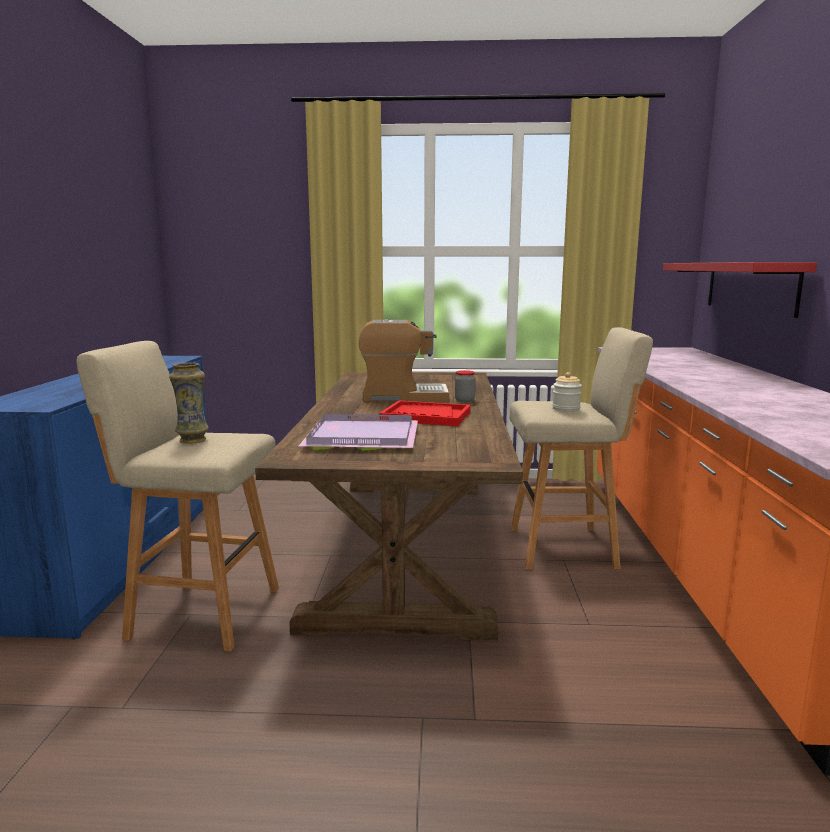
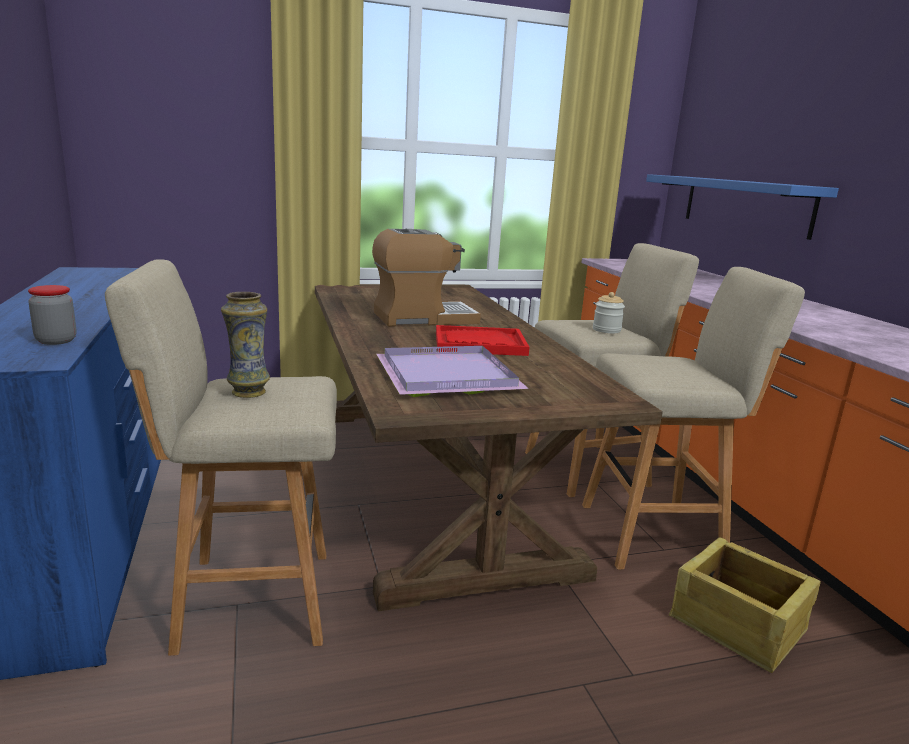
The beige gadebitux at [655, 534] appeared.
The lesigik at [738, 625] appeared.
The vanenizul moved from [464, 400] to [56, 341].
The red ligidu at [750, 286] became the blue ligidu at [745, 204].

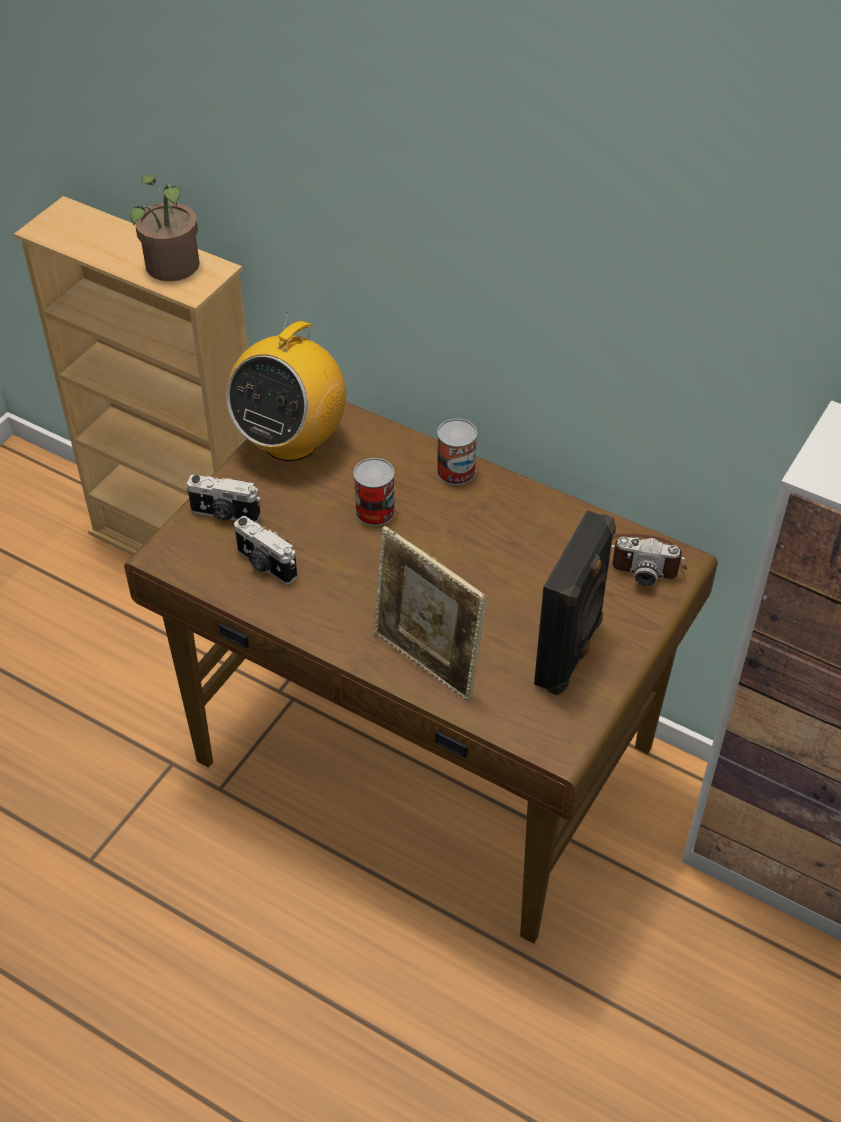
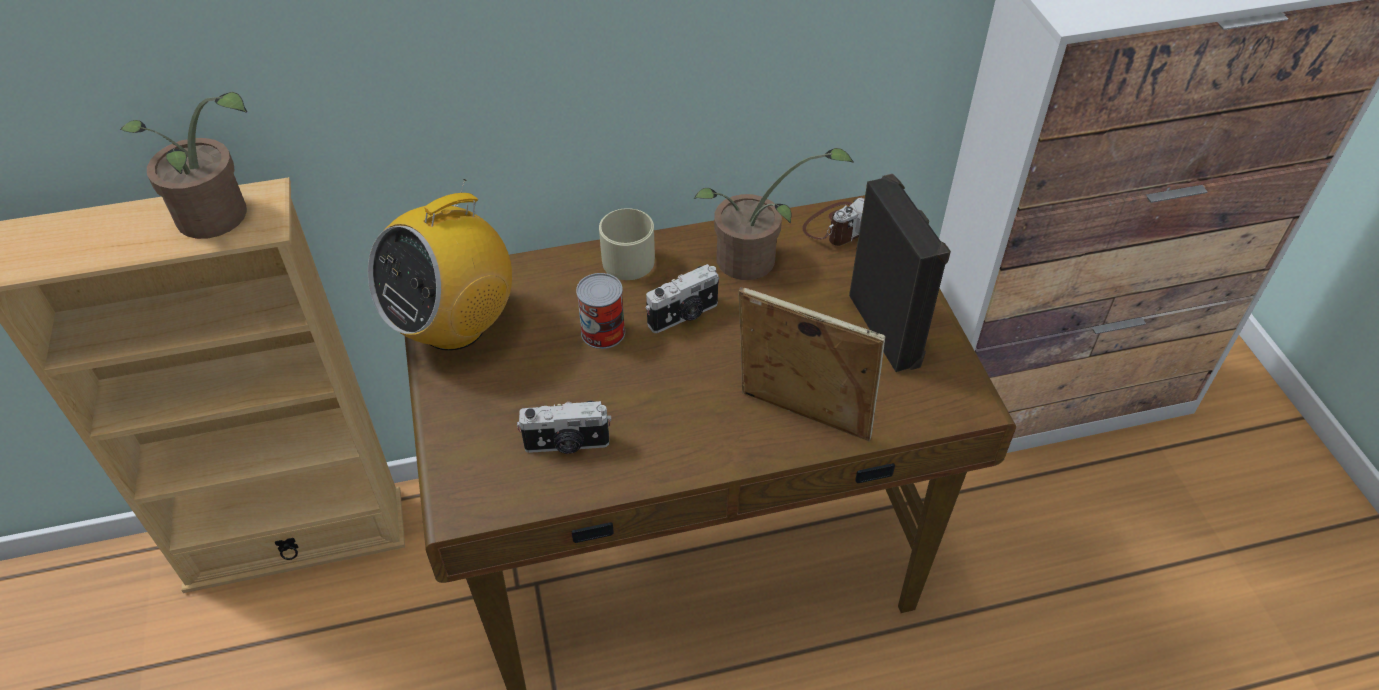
The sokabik at [754, 262] appeared.
The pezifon moved from [225, 514] to [684, 316].
The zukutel at [456, 471] was replaced by the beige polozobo at [627, 256].
The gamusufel at [291, 441] turned 60 degrees clockwise.
The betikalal at [427, 663] turned 150 degrees counterclockwise.

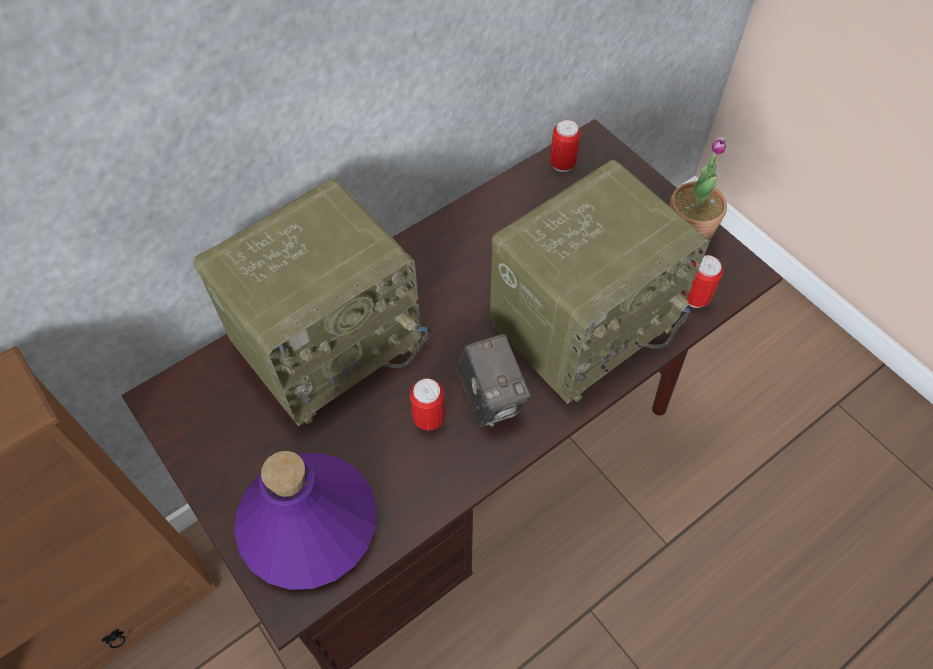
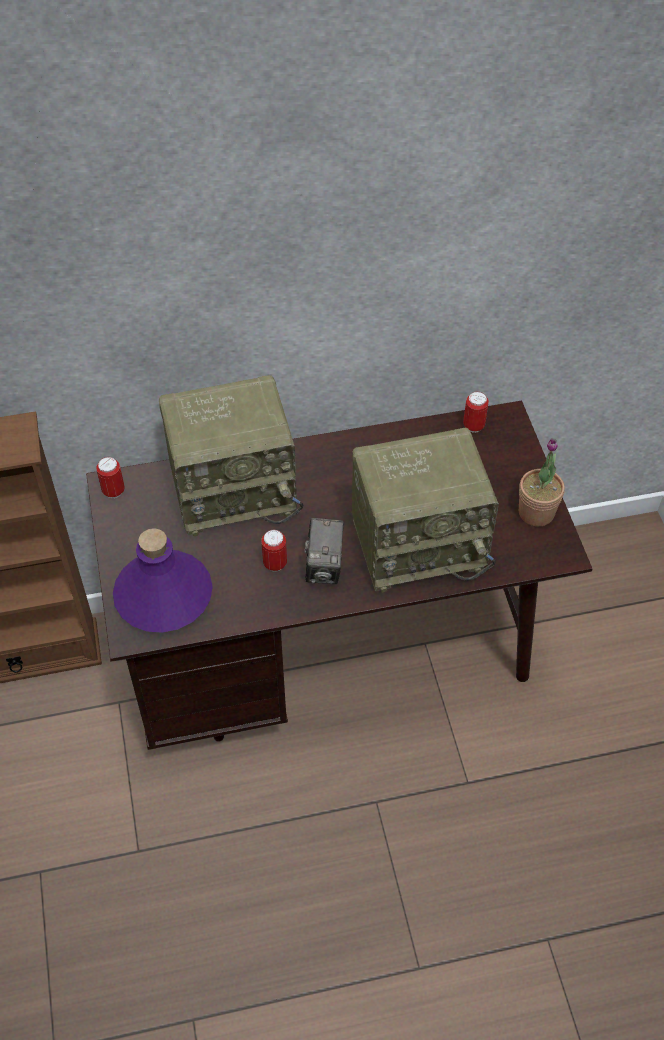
The zukutel moved from [695, 298] to [113, 491].

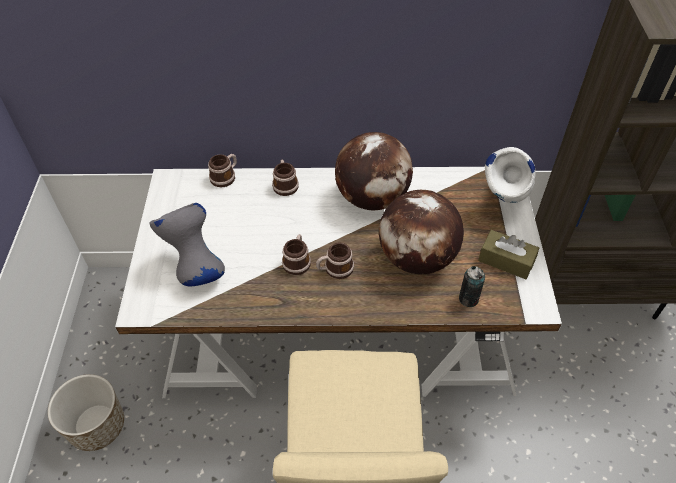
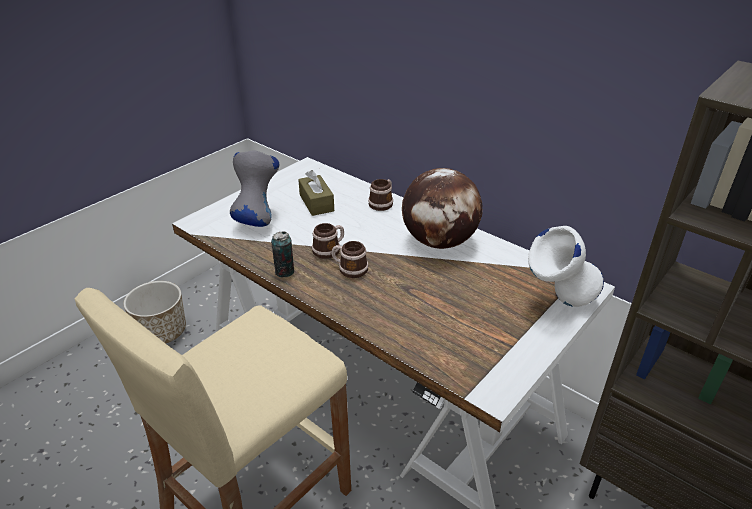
The polozobo at [225, 176] disappeared.
The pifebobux at [417, 258] disappeared.
The zukutel moved from [468, 299] to [284, 272].
The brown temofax moved from [506, 261] to [316, 203].

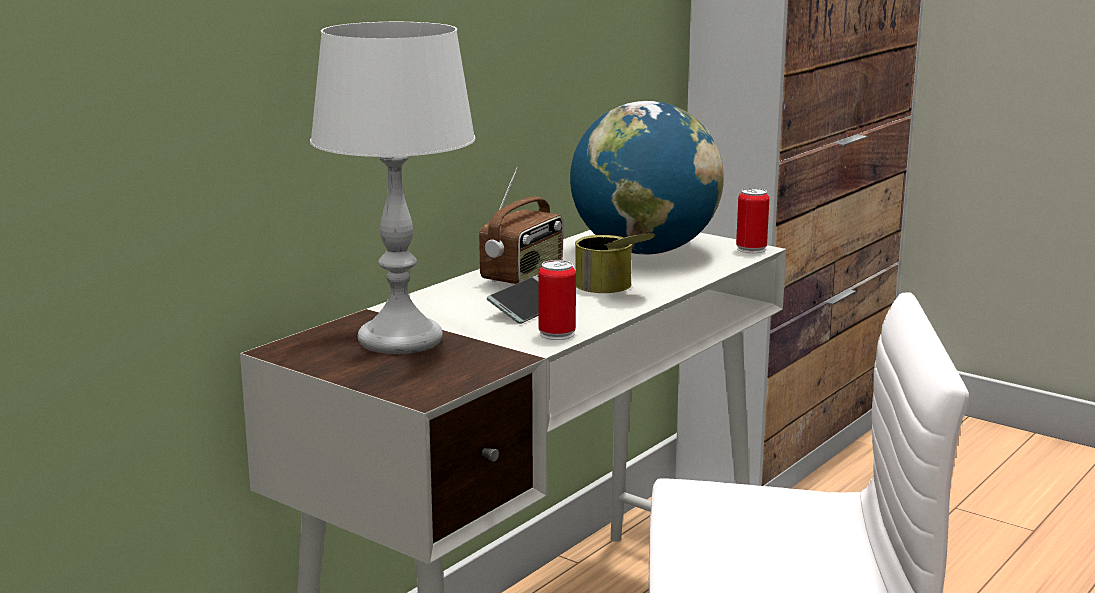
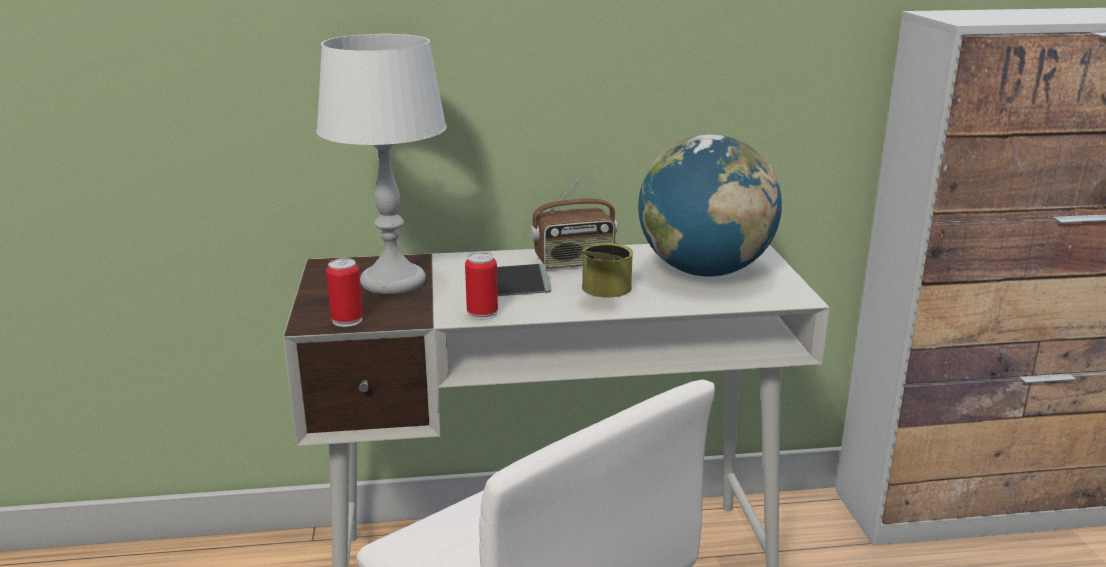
The zukutel moved from [751, 249] to [347, 320].

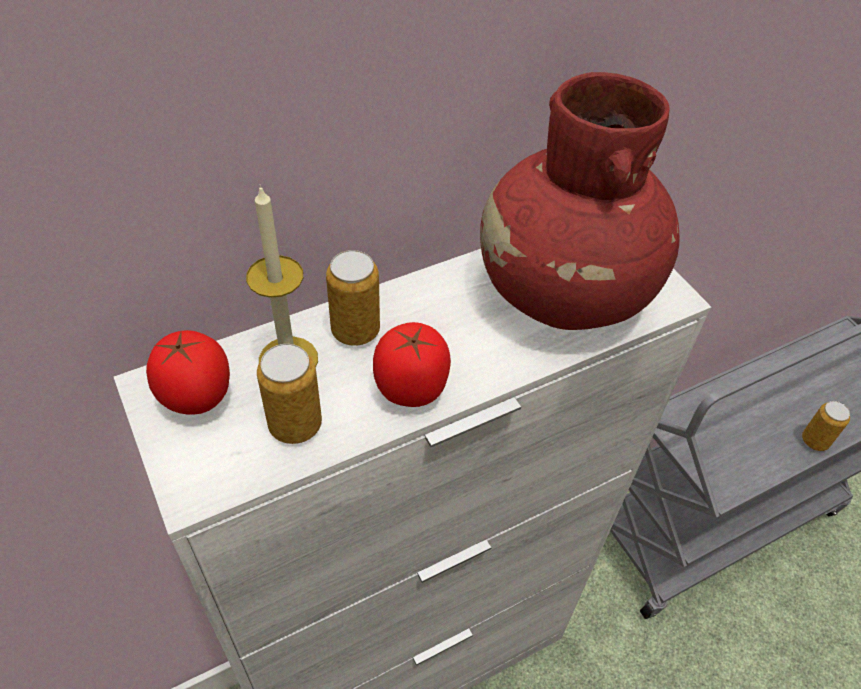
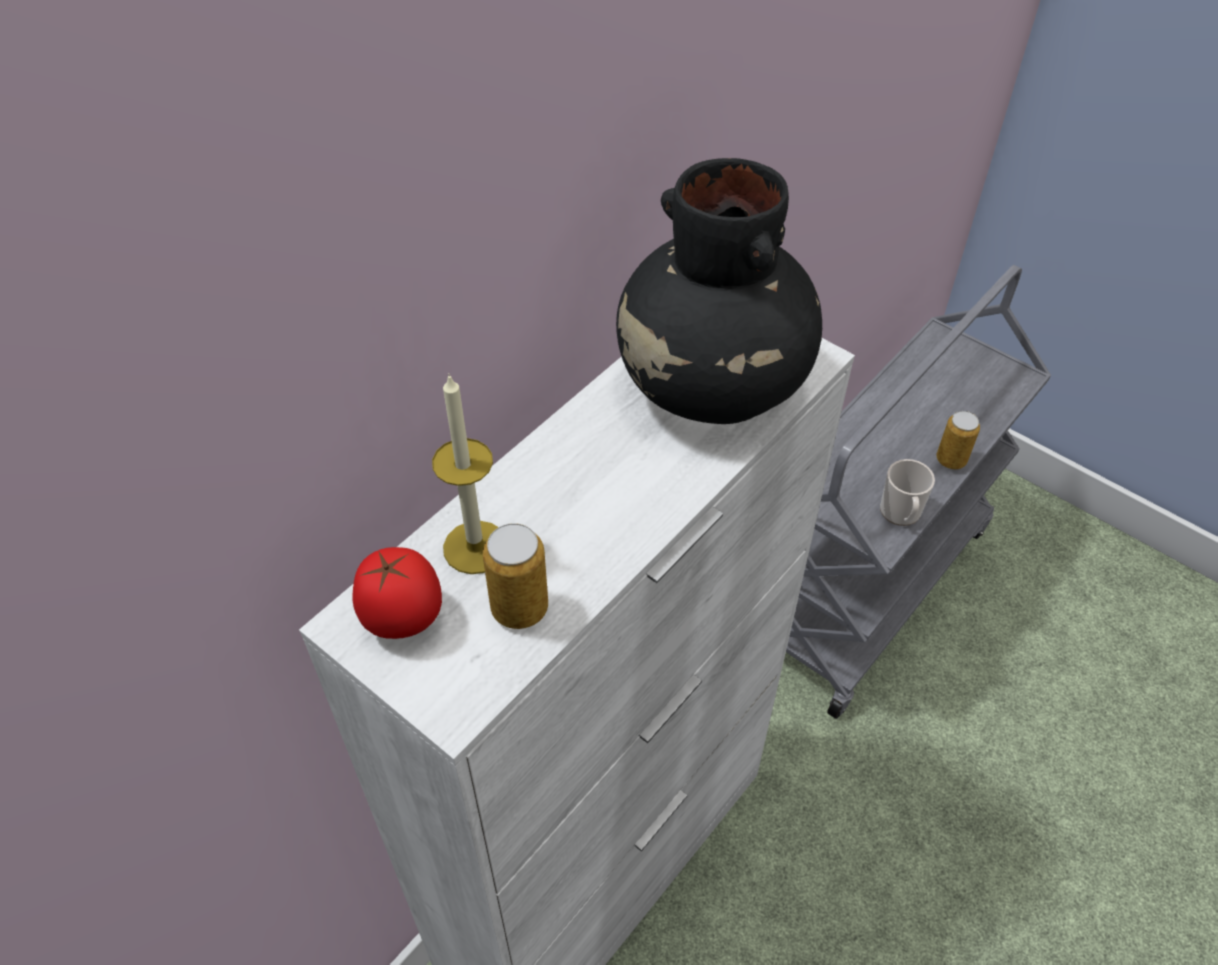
The zukutel at [355, 330] disappeared.
The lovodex at [412, 388] disappeared.
The polozobo at [901, 514] appeared.
The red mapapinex at [563, 293] became the black mapapinex at [712, 387].

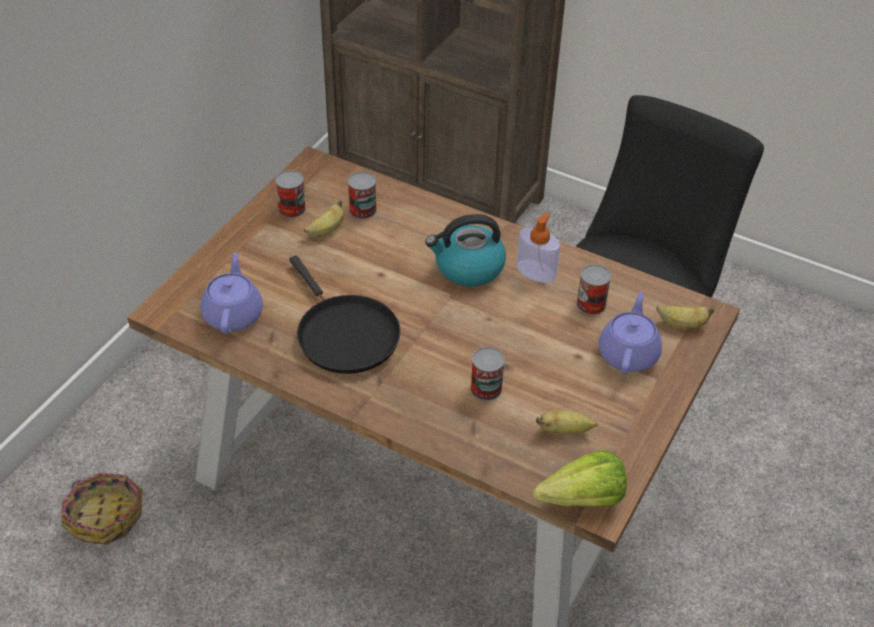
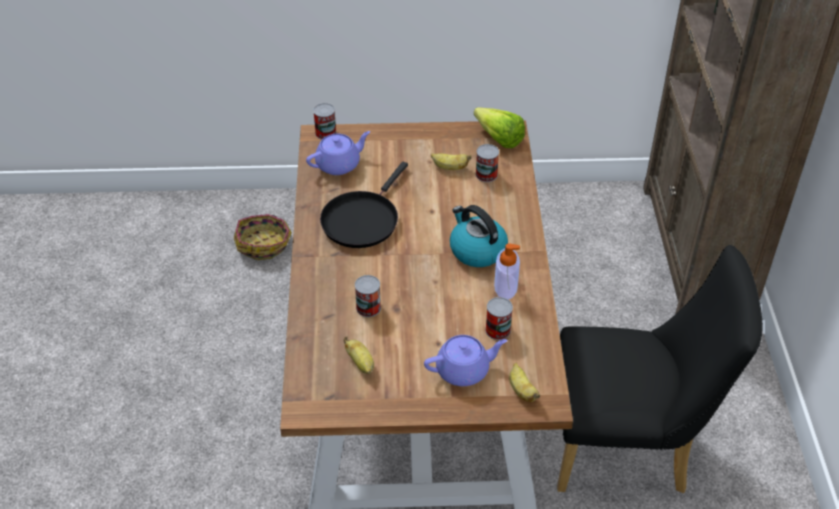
The zukutel moved from [292, 208] to [325, 133].
The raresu moved from [574, 500] to [496, 136].

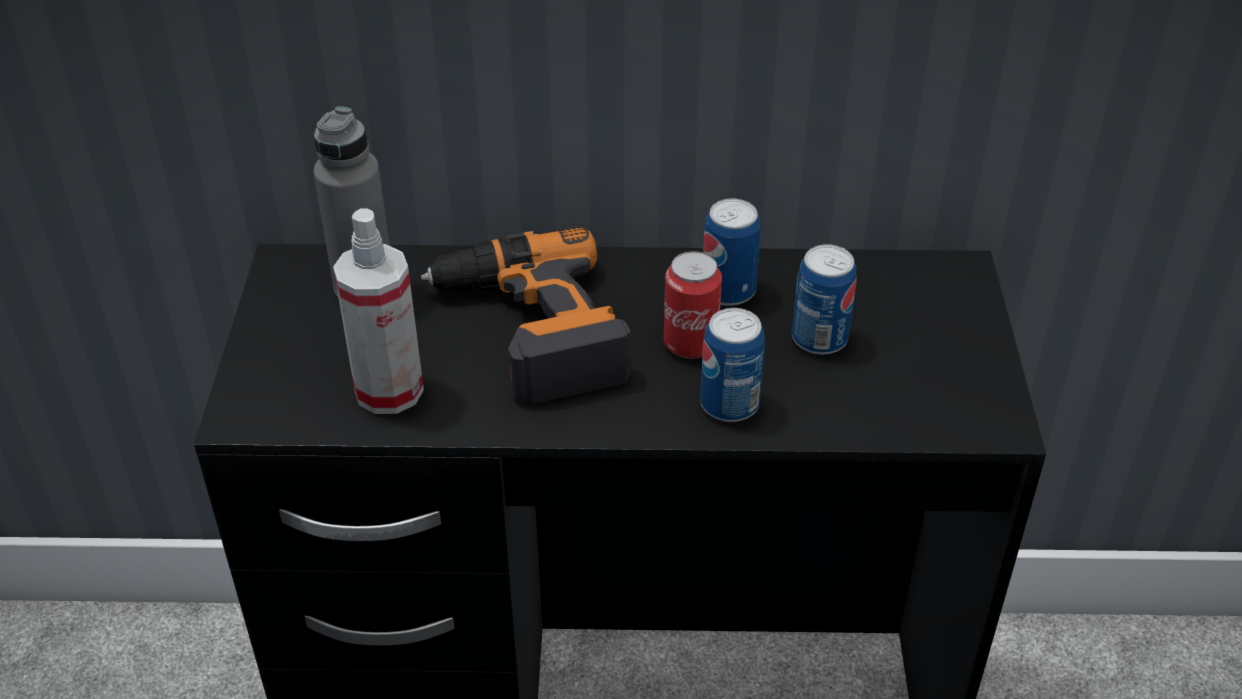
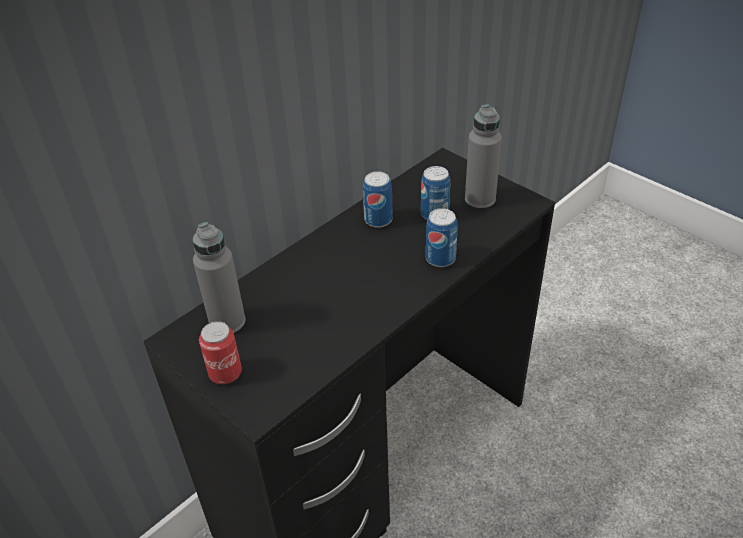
The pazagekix at [389, 390] disappeared.
The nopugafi at [529, 330] disappeared.
The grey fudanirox at [480, 199] appeared.
The zukutel moved from [690, 343] to [225, 373].

